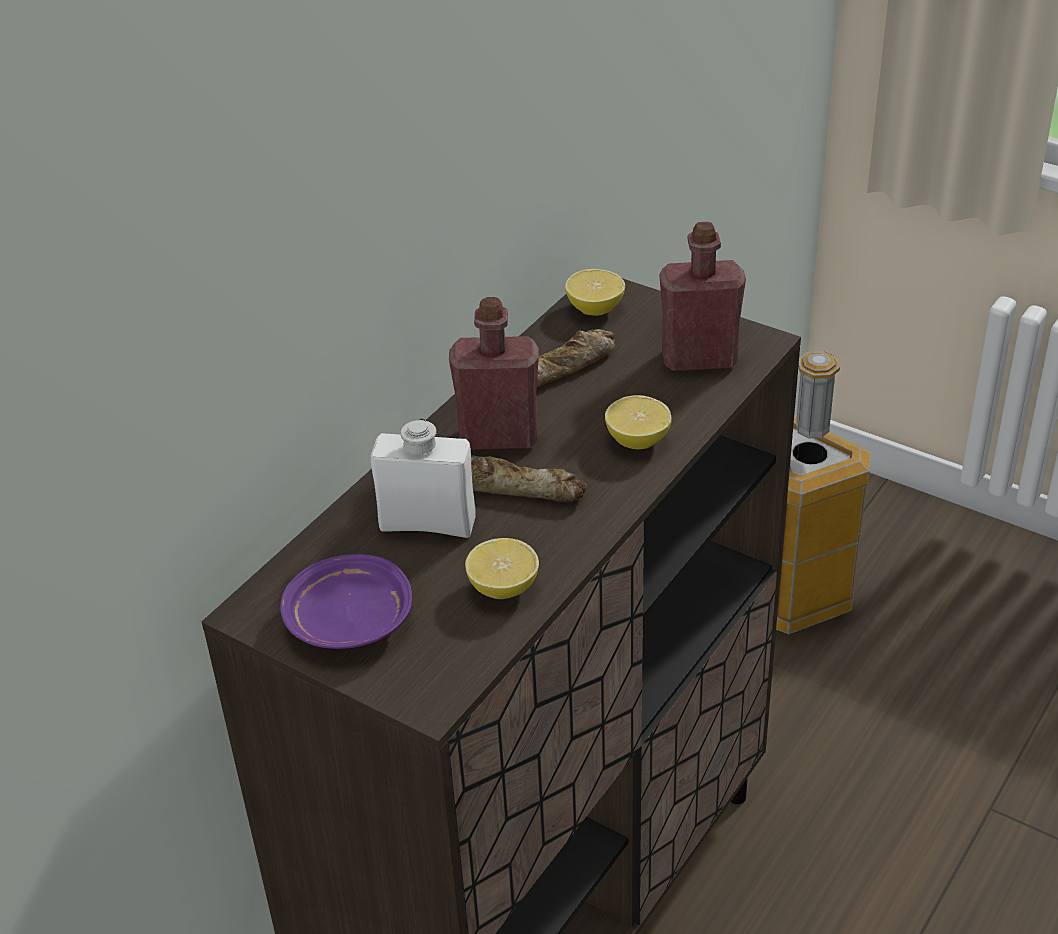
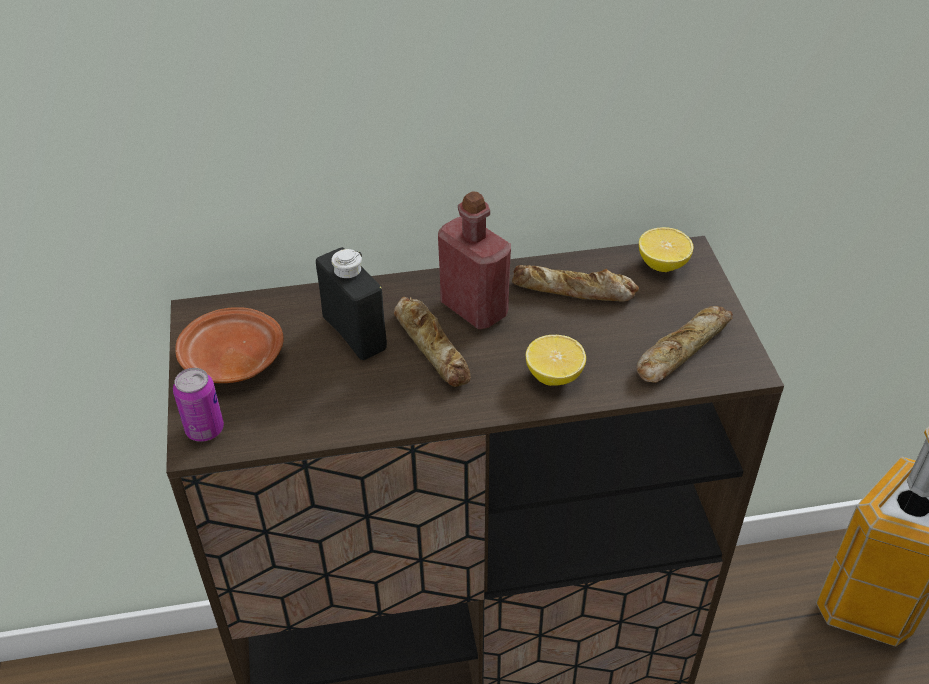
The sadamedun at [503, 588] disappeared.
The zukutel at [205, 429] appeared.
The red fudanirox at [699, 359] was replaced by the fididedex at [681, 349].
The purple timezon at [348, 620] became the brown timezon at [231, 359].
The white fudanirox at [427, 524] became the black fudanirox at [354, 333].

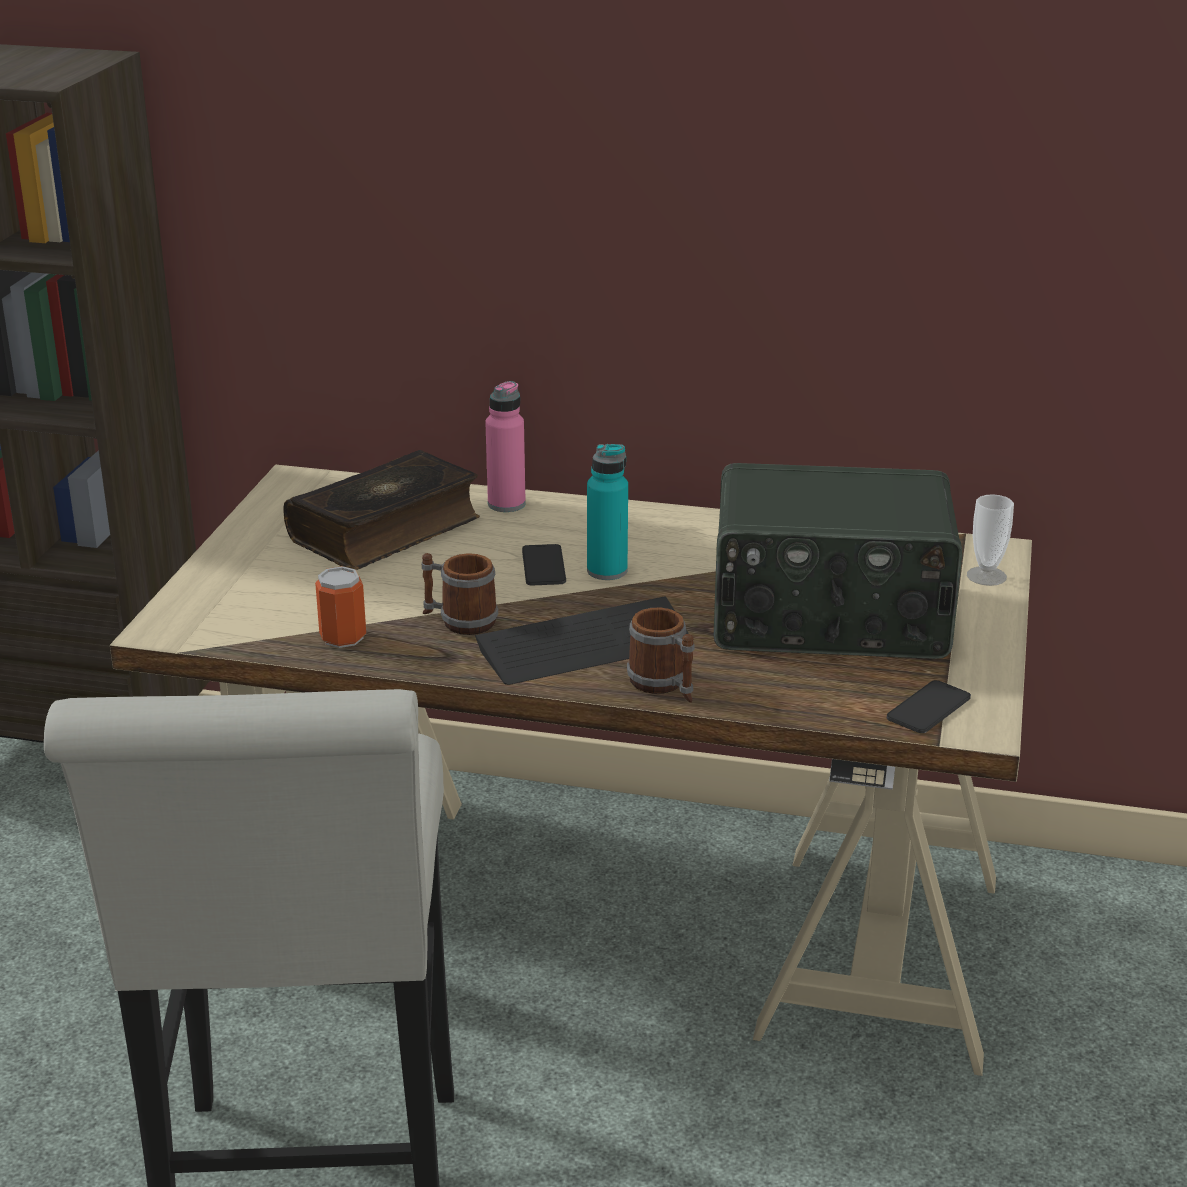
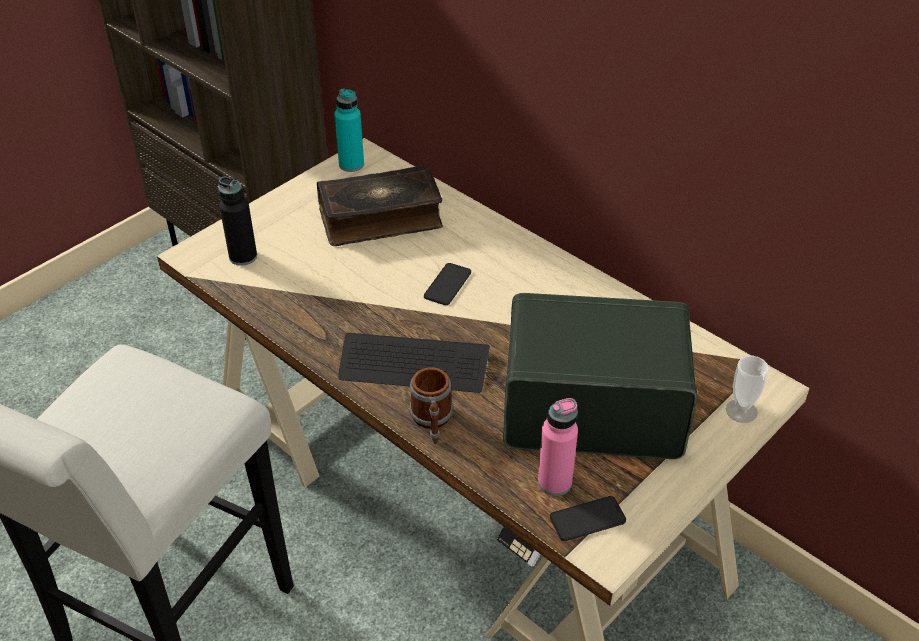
The zukutel at [343, 637] disappeared.
The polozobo at [459, 621] disappeared.
The black fudanirox at [243, 257] appeared.
The pink fudanirox moved from [506, 504] to [554, 482].
The turquoise fudanirox moved from [607, 571] to [351, 164].
The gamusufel at [829, 618] turned 150 degrees clockwise.

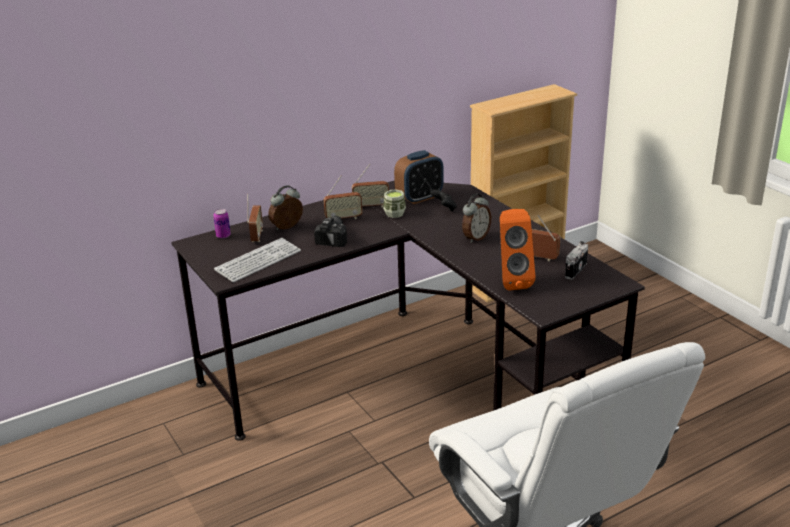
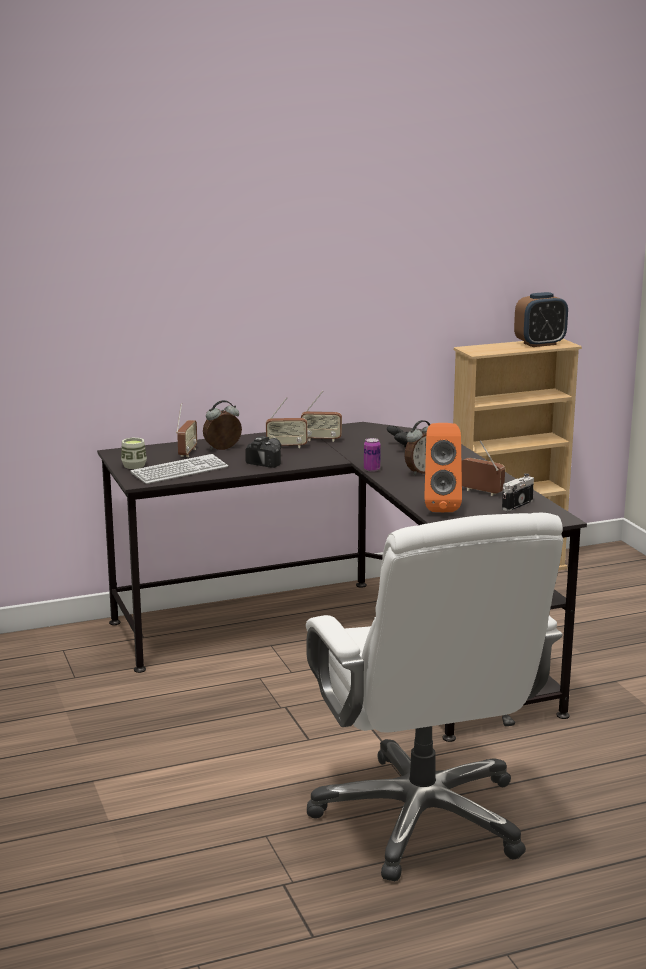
The zukutel moved from [223, 236] to [371, 469].
The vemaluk moved from [394, 214] to [134, 466].
The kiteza moved from [419, 198] to [540, 344].

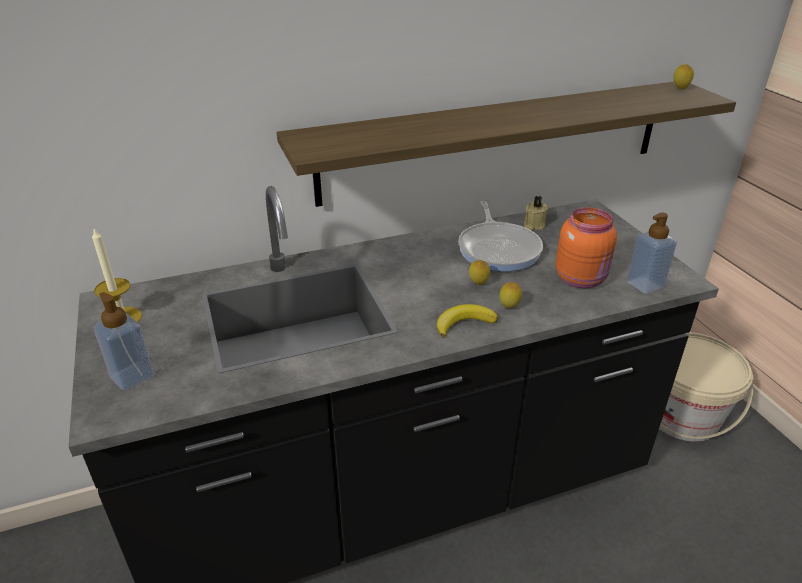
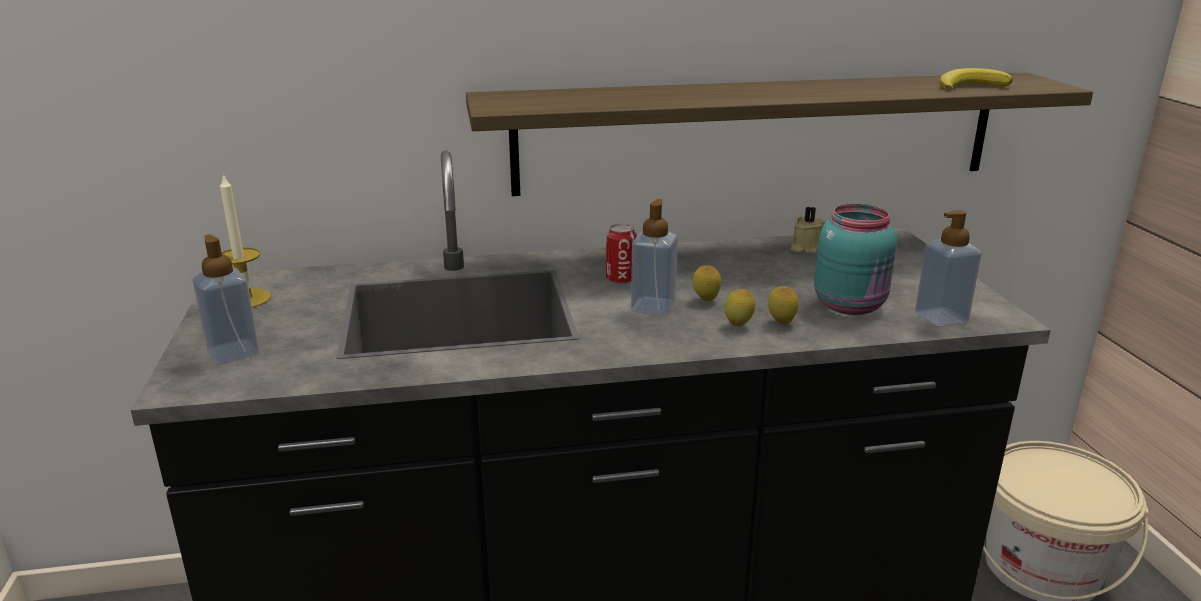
The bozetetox at [498, 249] disappeared.
The zukutel at [621, 279] appeared.
The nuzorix at [653, 307] appeared.
The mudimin moved from [463, 323] to [970, 86].
The sadamedun moved from [680, 89] to [781, 323].
The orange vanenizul at [581, 279] became the turquoise vanenizul at [851, 305].

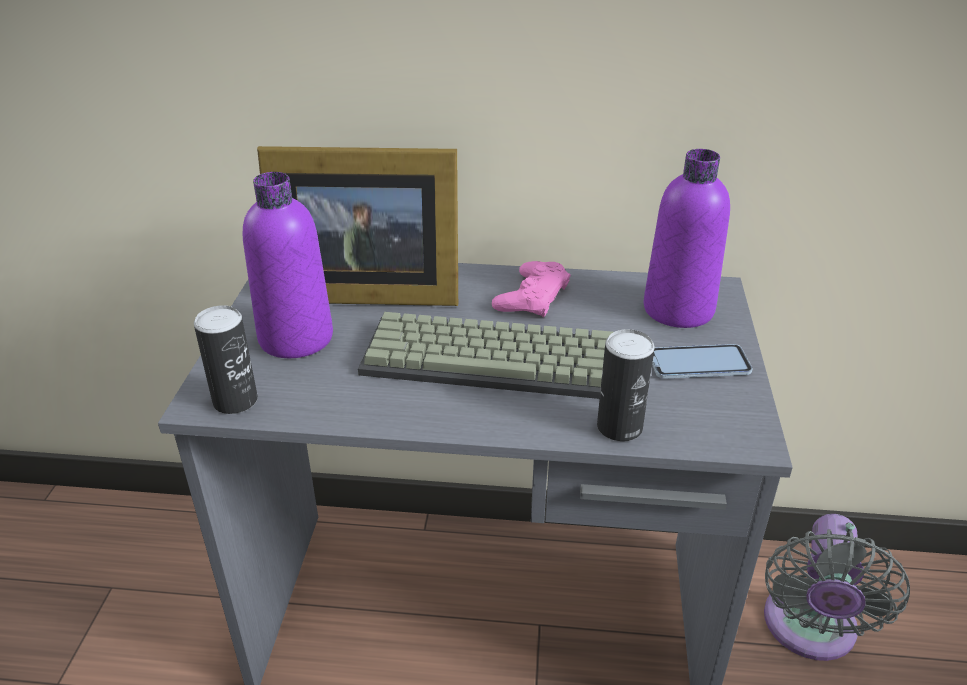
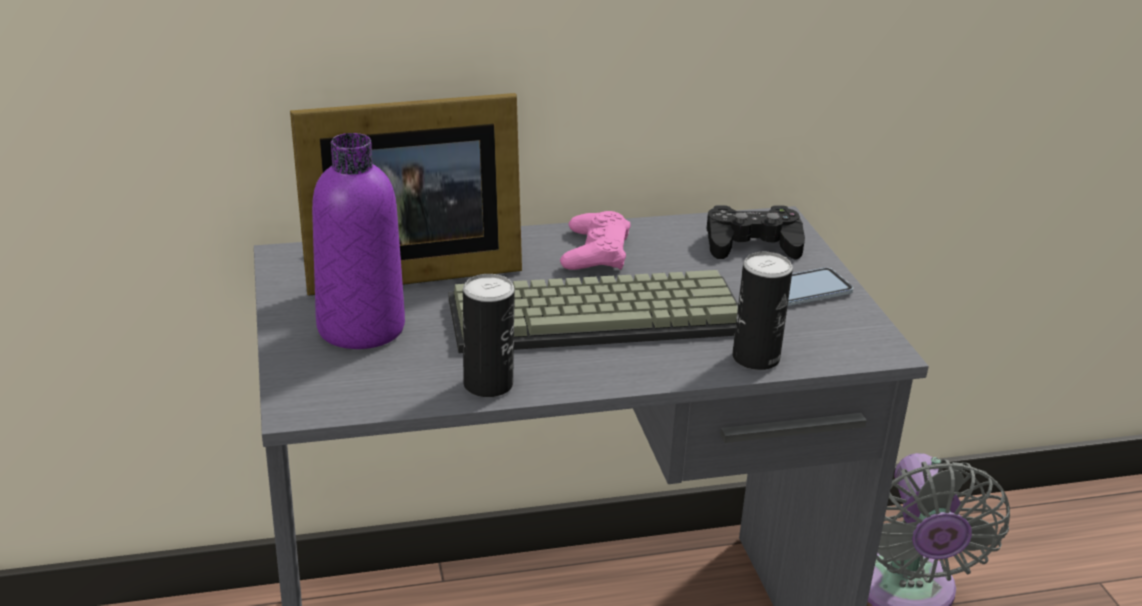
The zukutel moved from [235, 401] to [488, 384].
The purple fudanirox at [678, 309] was replaced by the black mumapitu at [752, 244].

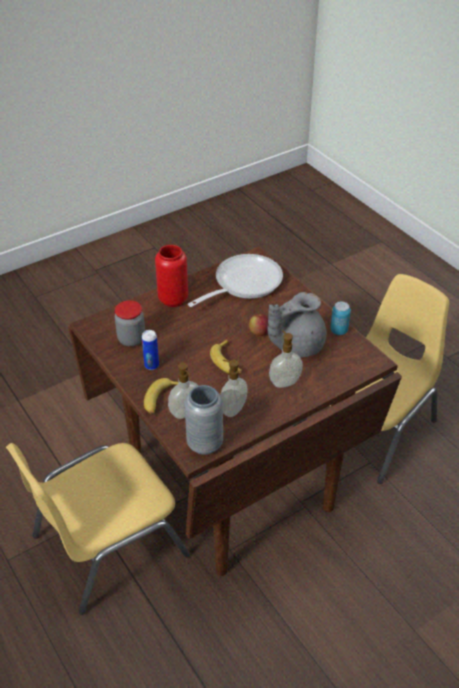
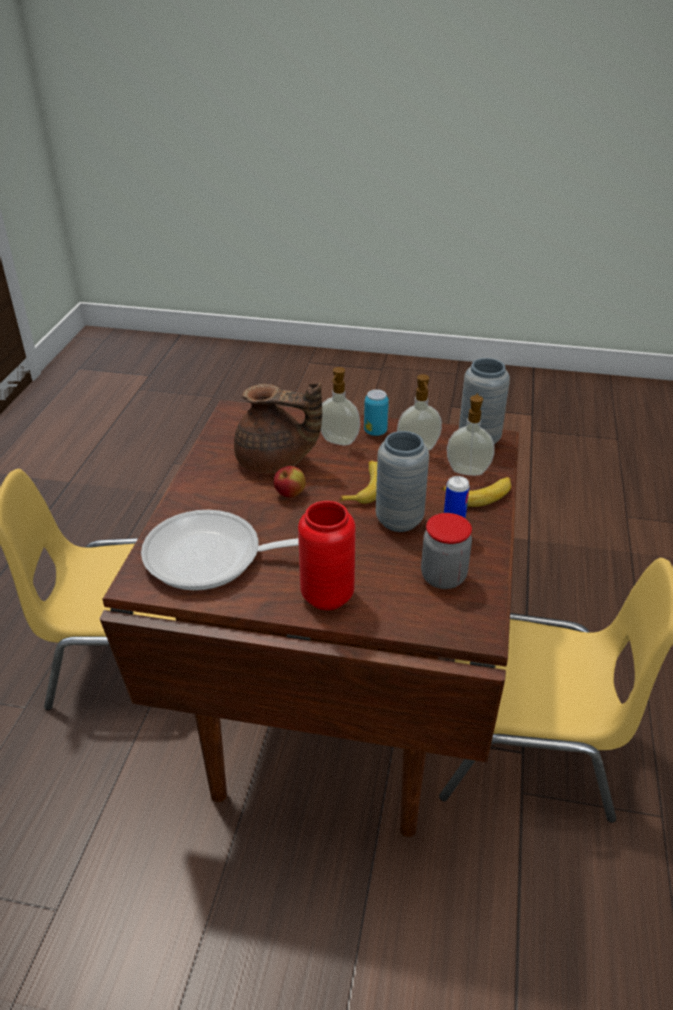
The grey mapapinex at [399, 520] appeared.
The zukutel moved from [339, 330] to [375, 431].
The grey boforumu at [296, 345] became the brown boforumu at [274, 461].

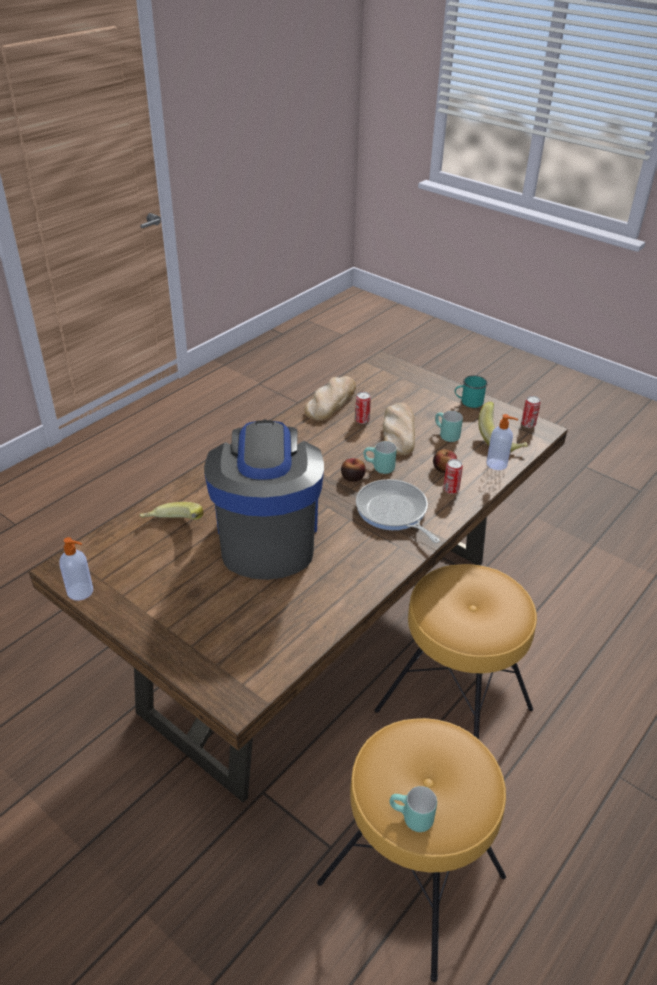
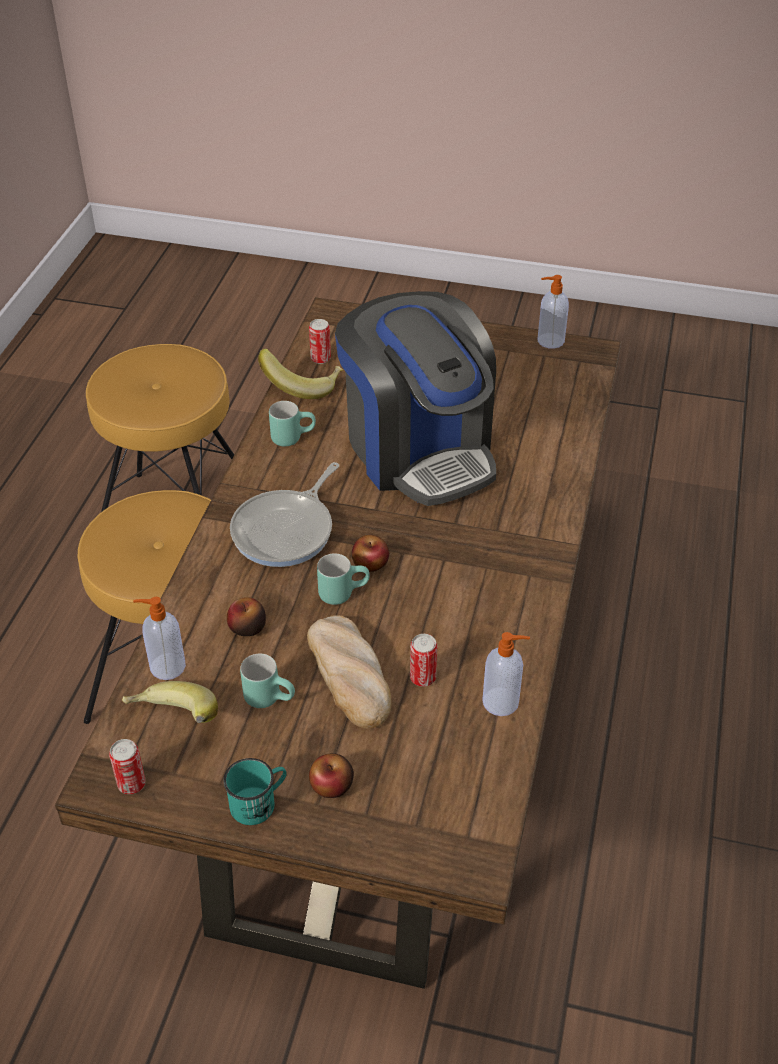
The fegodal at [332, 786] appeared.
The mudimin moved from [173, 527] to [302, 385].
The turquoise polozobo moved from [411, 819] to [292, 436].
The zukutel moved from [451, 489] to [320, 358].
The fididedex at [331, 401] was replaced by the nuzorix at [502, 702].
The bozetetox at [393, 512] turned 90 degrees clockwise.

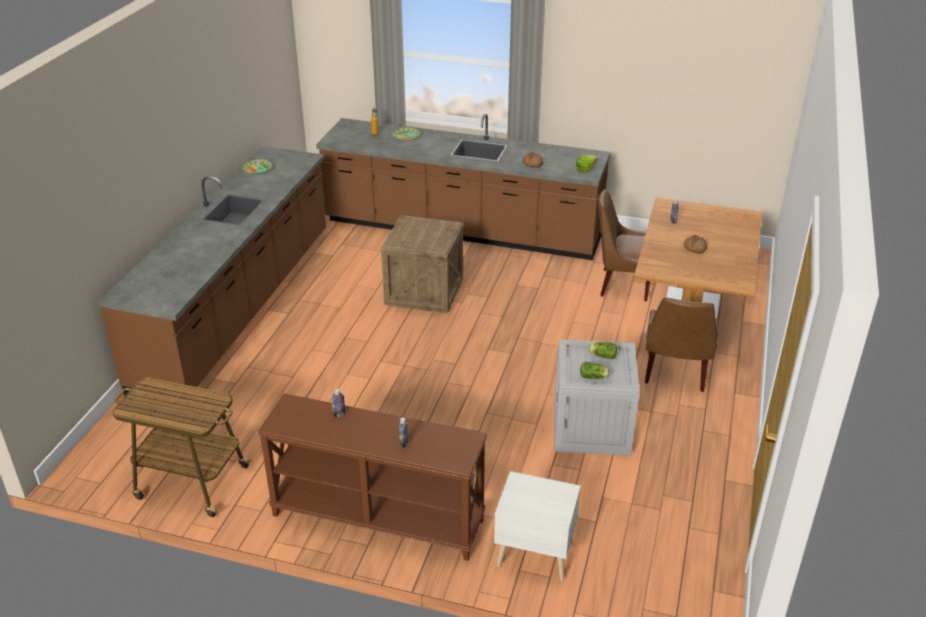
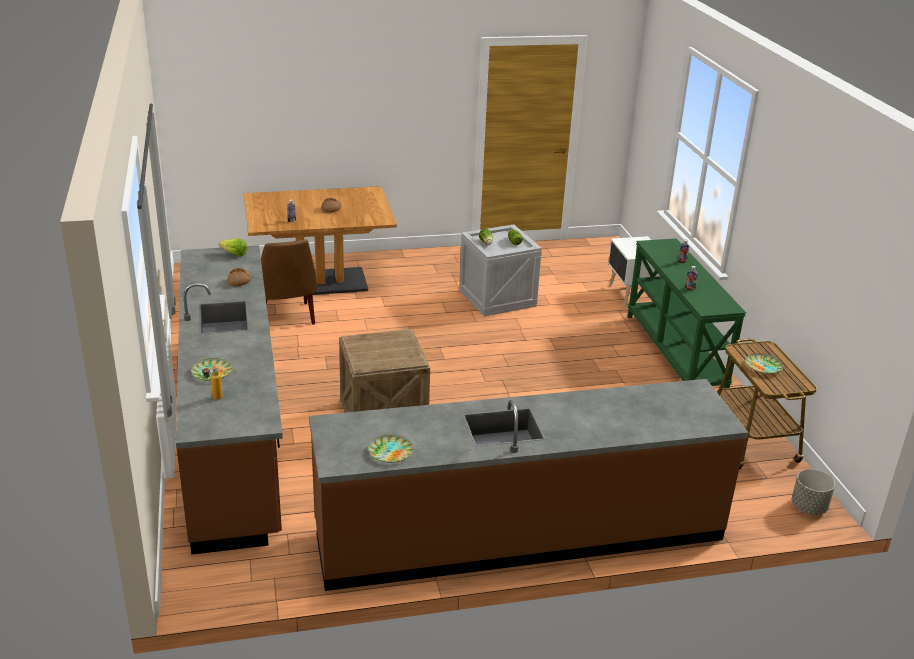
The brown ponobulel at [675, 374] disappeared.
The timezon at [763, 366] appeared.
The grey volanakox at [809, 507] appeared.
The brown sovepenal at [376, 518] became the green sovepenal at [676, 353].

